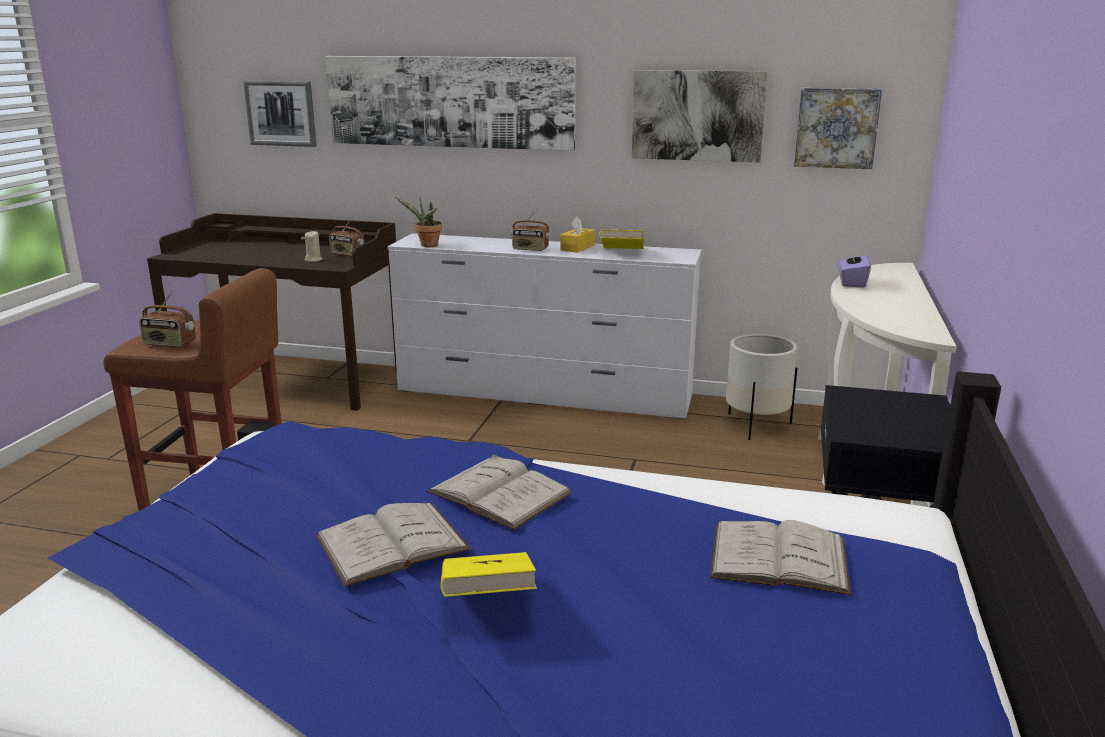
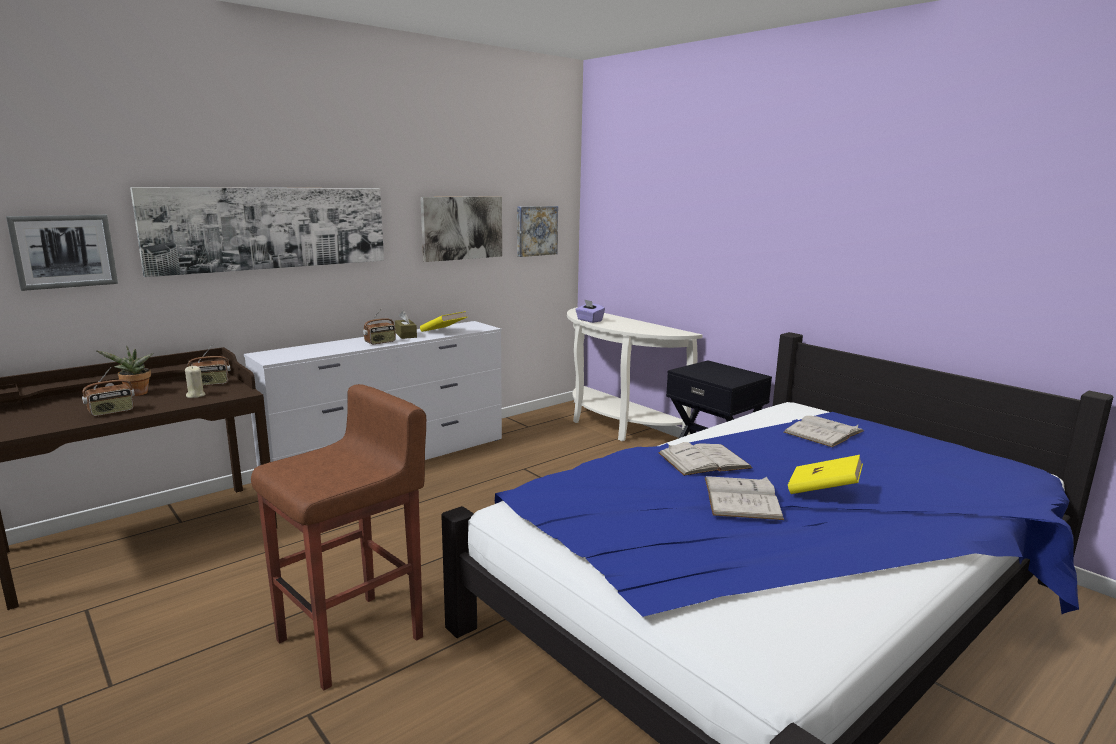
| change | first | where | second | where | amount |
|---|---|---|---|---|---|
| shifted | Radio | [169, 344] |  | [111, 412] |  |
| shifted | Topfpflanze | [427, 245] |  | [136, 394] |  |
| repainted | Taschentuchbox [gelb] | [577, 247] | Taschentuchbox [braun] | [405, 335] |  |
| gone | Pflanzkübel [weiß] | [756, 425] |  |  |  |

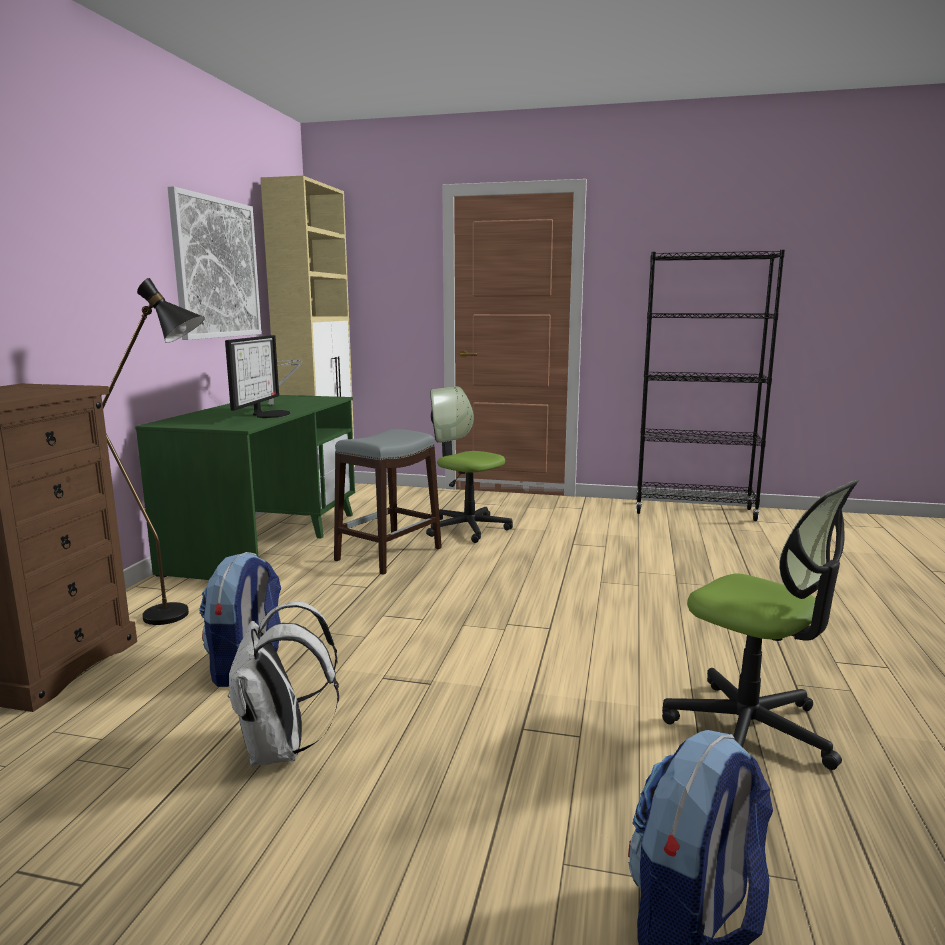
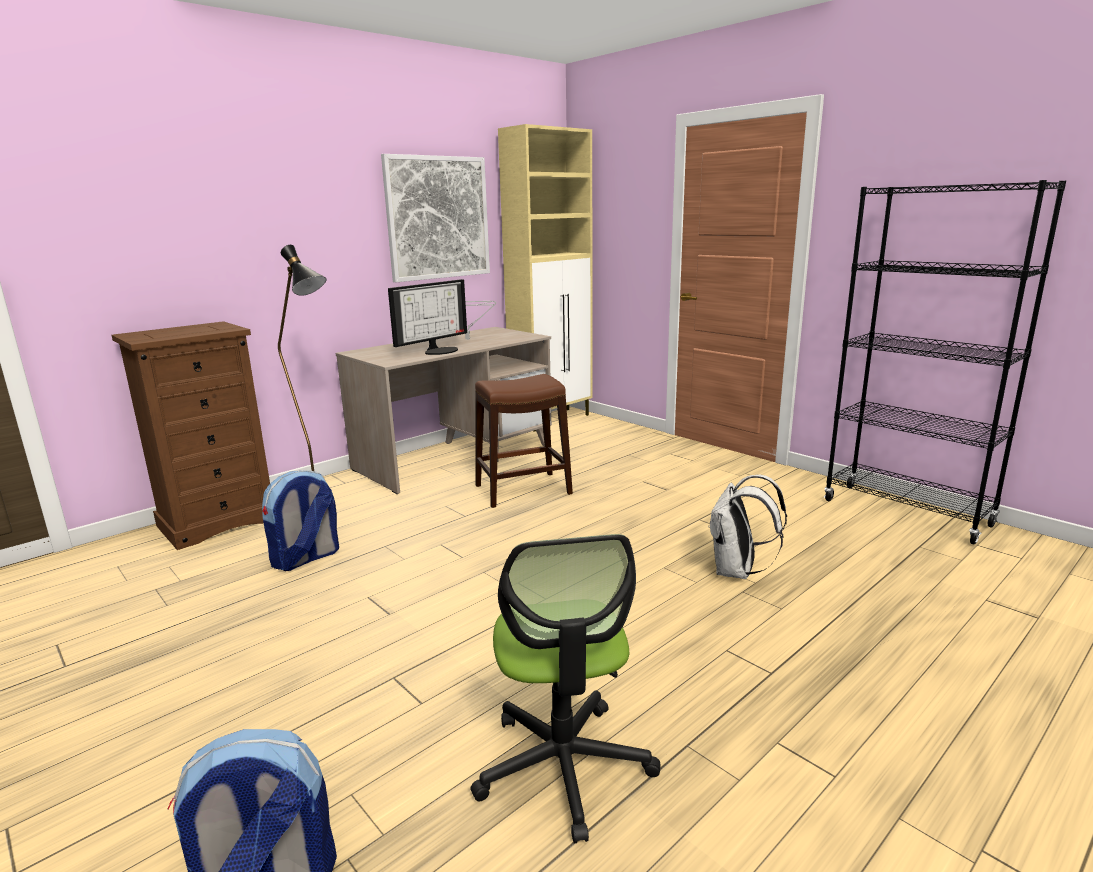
| change | first | where | second | where | amount |
|---|---|---|---|---|---|
| repainted | Schreibtisch [grün] | [267, 540] | Schreibtisch [beige] | [455, 456] |  |
| shifted | Rucksack [weiß] | [281, 750] |  | [737, 571] |  |
| repainted | Hocker [grau] | [389, 554] | Hocker [braun] | [523, 490] |  |
| gone | Bürostuhl | [467, 528] |  |  |  |

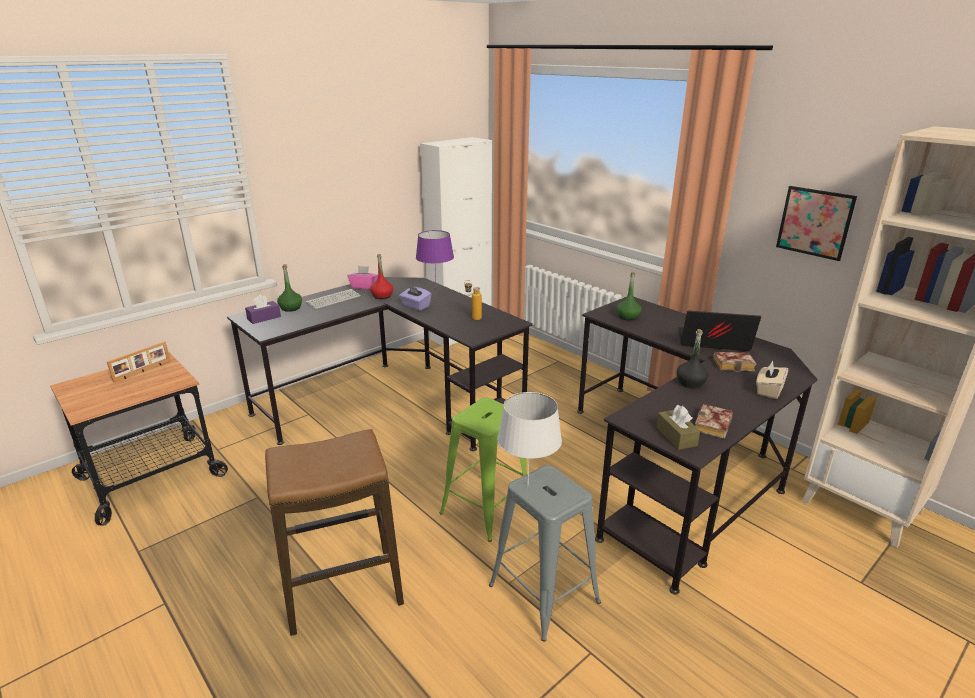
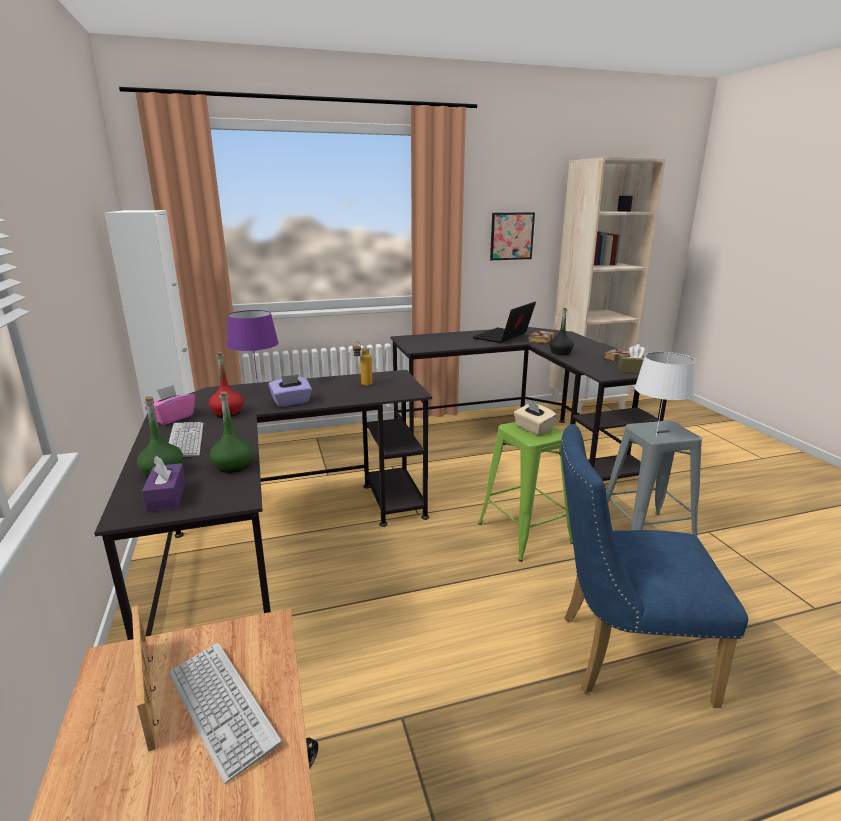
| change | first | where | second | where | amount |
|---|---|---|---|---|---|
| swapped | Hocker | [343, 590] | Stuhl [blau] | [621, 654] |  |
| shifted | Flasche [grün] | [628, 317] |  | [233, 466] |  |
| shifted | Taschentuchbox [beige] | [768, 390] |  | [533, 429] |  |
| new |  |  | Tastatur | [221, 708] |  |

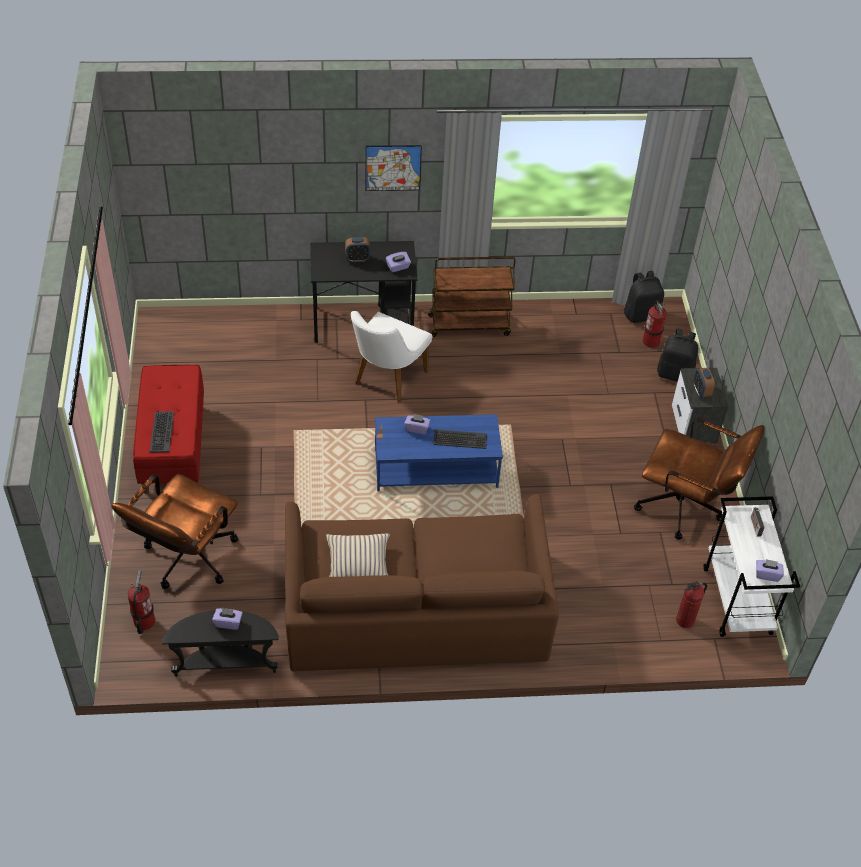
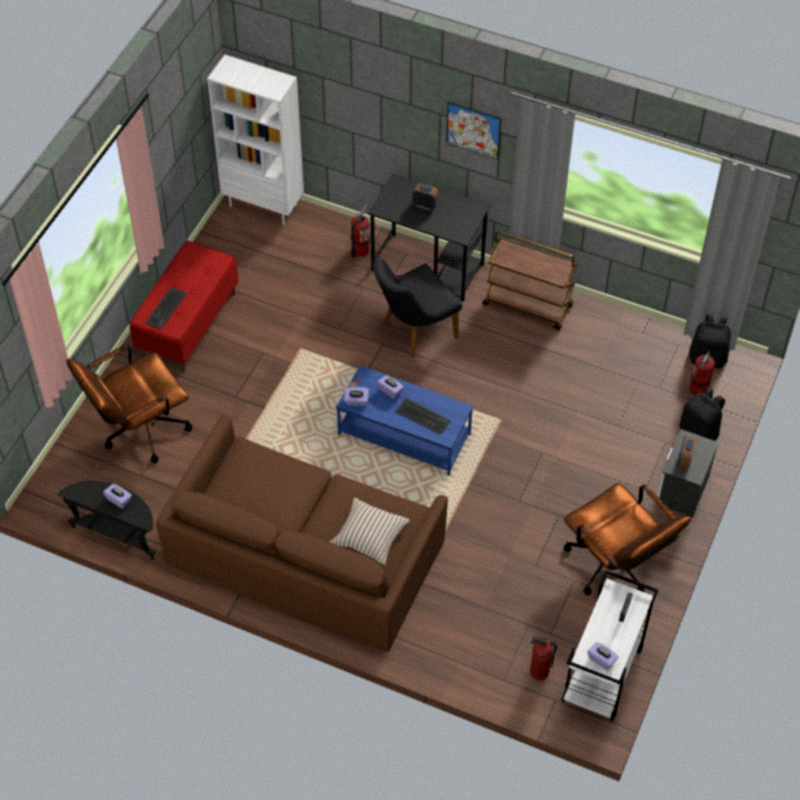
| change | first | where | second | where | amount |
|---|---|---|---|---|---|
| shifted | Feuerlöscher | [144, 621] |  | [360, 250] |  |
| shifted | Kissen [beige] | [358, 564] |  | [369, 536] |  |
| repainted | Stuhl [weiß] | [386, 380] | Stuhl [schwarz] | [413, 332] |  |
| shifted | Taschentuchbox [lila] | [398, 267] |  | [356, 401] |  |
| new |  |  | Bücherregal [weiß] | [264, 205] |  |

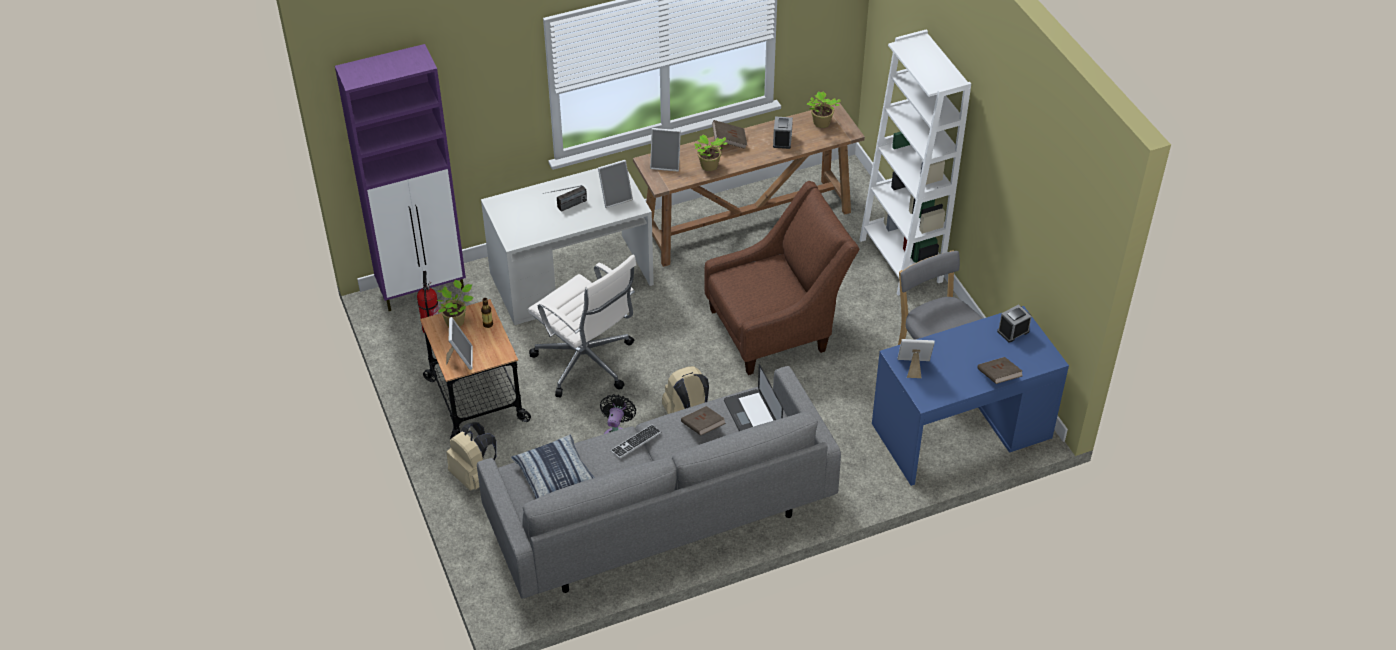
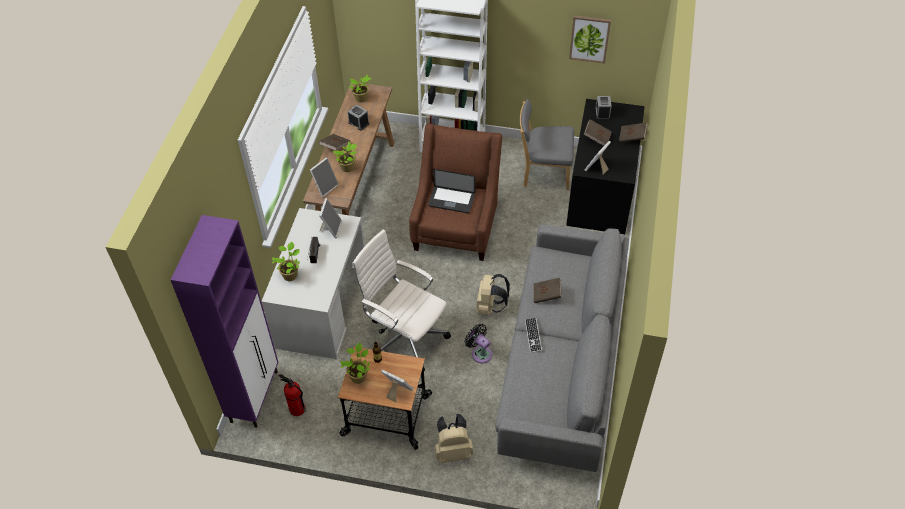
| change | first | where | second | where | amount |
|---|---|---|---|---|---|
| gone | Kissen | [554, 475] |  |  |  |
| rotated | Bürostuhl [weiß] | [586, 363] |  | [405, 337] | 135 degrees counterclockwise |
| shifted | Laptop | [752, 417] |  | [451, 200] |  |
| repainted | Schreibtisch [blau] | [961, 431] | Schreibtisch [schwarz] | [601, 190] |  |
| new |  |  | Topfpflanze | [290, 274] |  |
| new |  |  | Bild | [589, 38] |  |
| new |  |  | Buch [braun] | [597, 137] |  |

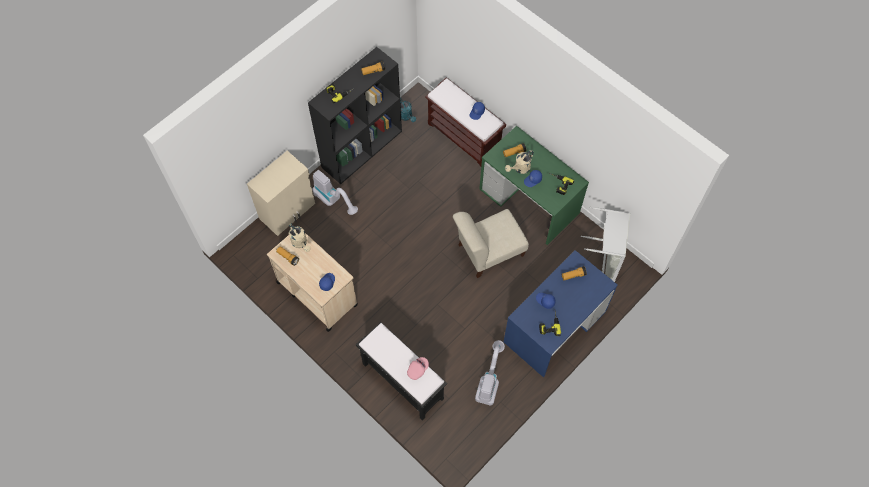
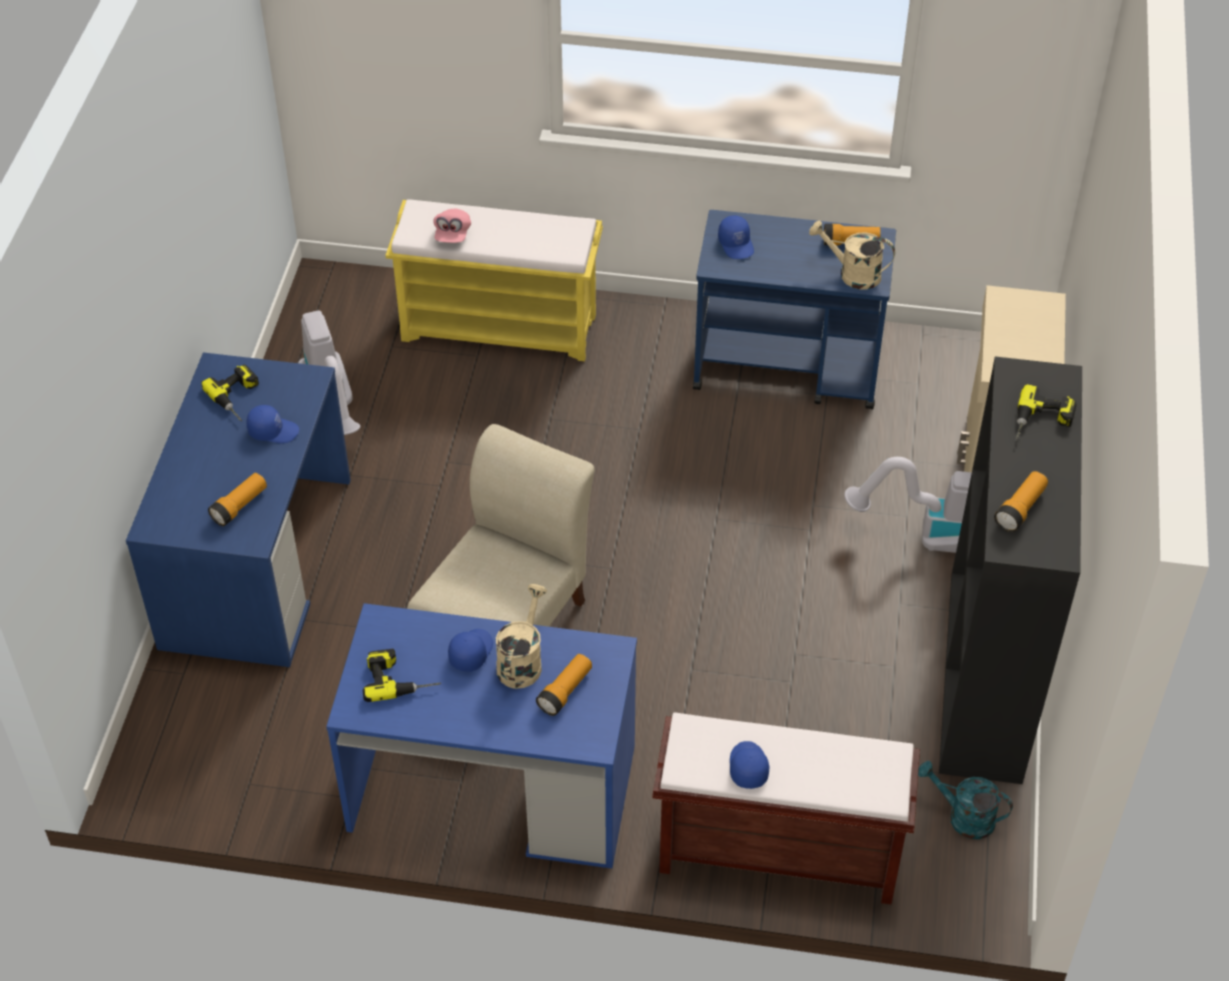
| change | first | where | second | where | amount |
|---|---|---|---|---|---|
| repainted | Rollwagen [beige] | [317, 293] | Rollwagen [blau] | [788, 368] |  |
| repainted | Bank [schwarz] | [402, 381] | Bank [gelb] | [501, 327] |  |
| repainted | Schreibtisch [grün] | [529, 201] | Schreibtisch [blau] | [492, 789] |  |
| gone | Wäschekorb [grau] | [603, 260] |  |  |  |

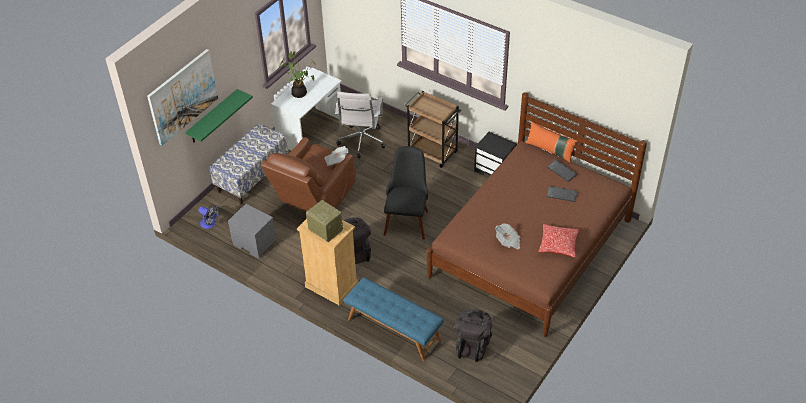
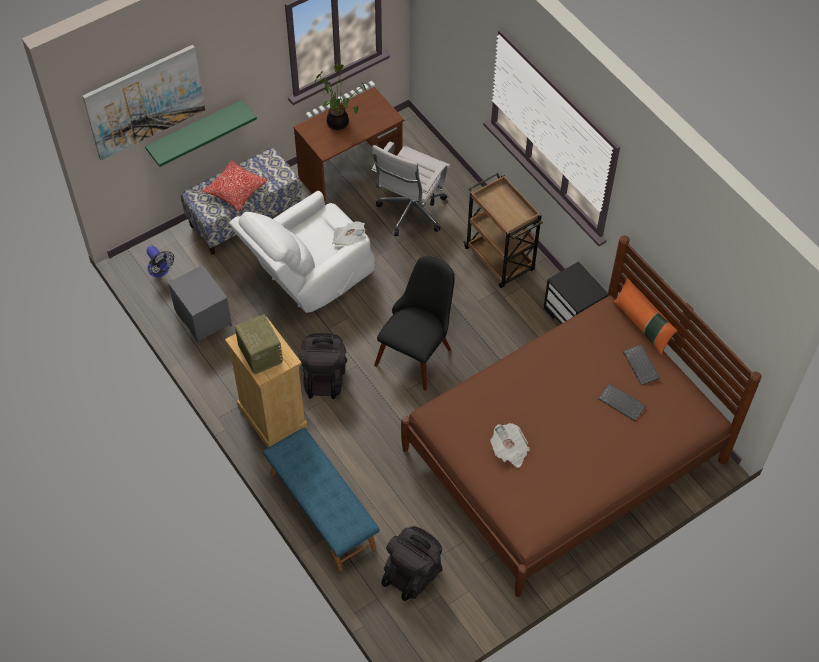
| change | first | where | second | where | amount |
|---|---|---|---|---|---|
| repainted | Sessel [braun] | [313, 198] | Sessel [weiß] | [309, 277] |  |
| repainted | Schreibtisch [weiß] | [311, 131] | Schreibtisch [braun] | [351, 173] |  |
| shifted | Kissen | [558, 245] |  | [235, 191] |  |

